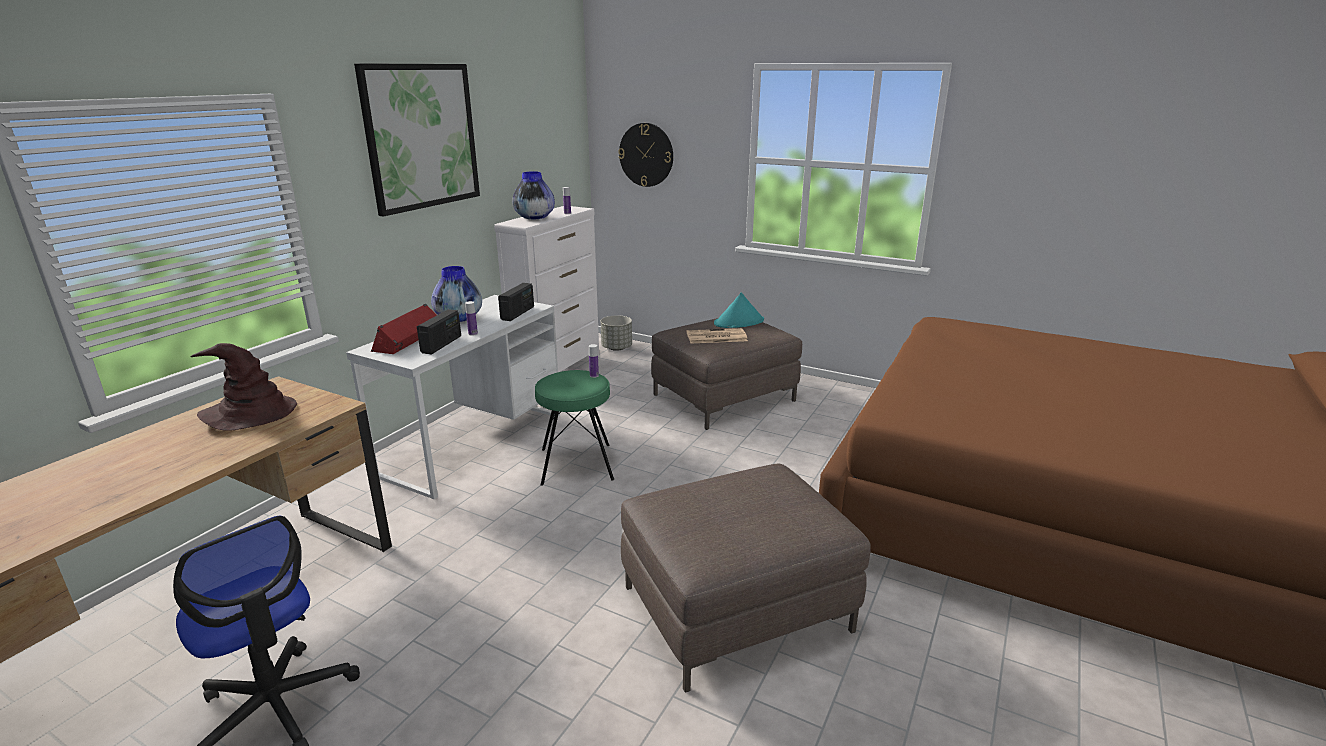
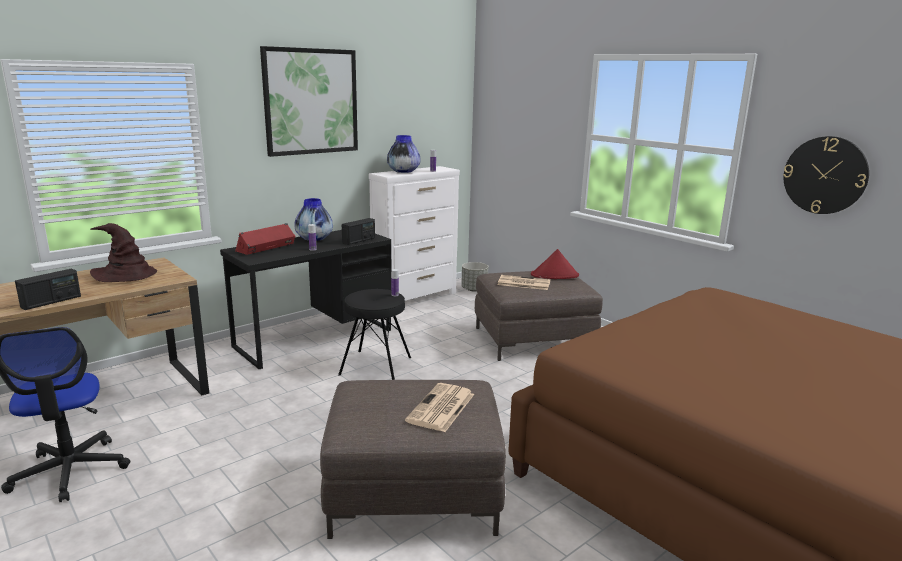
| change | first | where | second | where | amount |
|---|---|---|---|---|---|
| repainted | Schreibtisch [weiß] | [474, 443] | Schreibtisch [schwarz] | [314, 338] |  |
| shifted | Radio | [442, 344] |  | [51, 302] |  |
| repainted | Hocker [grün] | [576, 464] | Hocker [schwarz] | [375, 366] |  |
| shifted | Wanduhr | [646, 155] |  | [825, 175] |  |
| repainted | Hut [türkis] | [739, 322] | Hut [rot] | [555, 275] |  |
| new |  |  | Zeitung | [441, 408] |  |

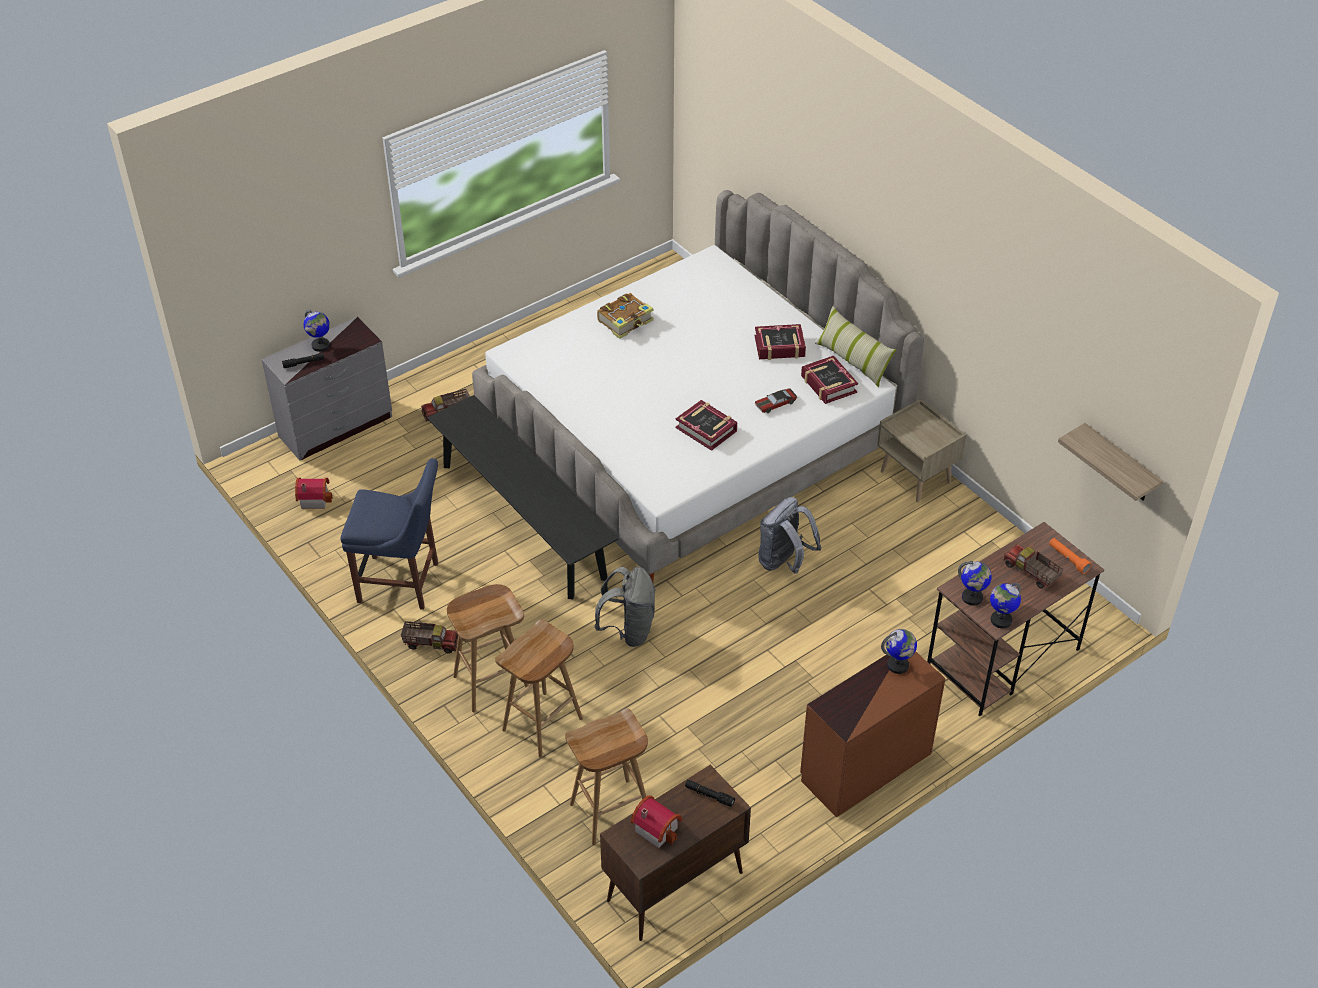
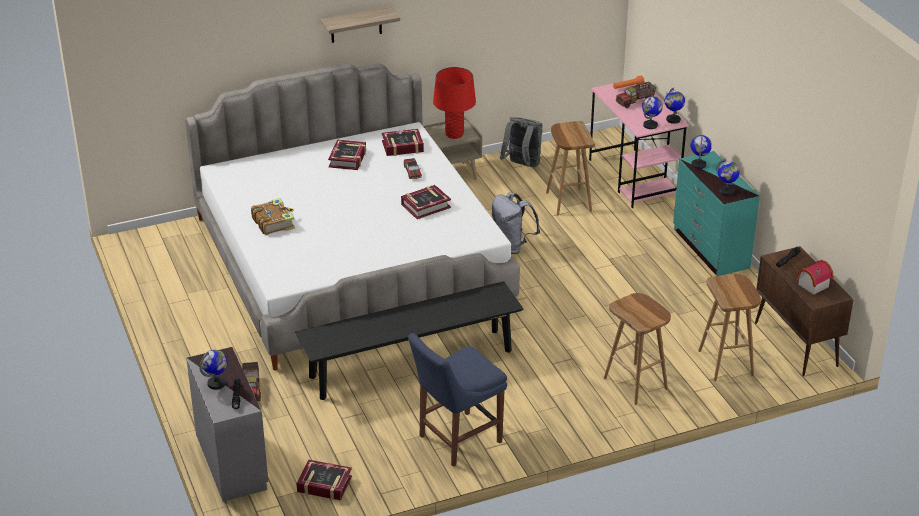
| change | first | where | second | where | amount |
|---|---|---|---|---|---|
| swapped | Spielzeughaus | [314, 498] | Buch | [324, 484] |  |
| rotated | Stuhl [blau] | [402, 583] |  | [456, 440] | 150 degrees counterclockwise |
| gone | Spielzeuglaster | [431, 643] |  |  |  |
| shifted | Hocker [braun] | [492, 682] |  | [568, 201] |  |
| shifted | Rucksack [grau] | [628, 630] |  | [522, 165] |  |
| repainted | Kommode [braun] | [864, 766] | Kommode [türkis] | [710, 249] |  |
| gone | Kissen | [853, 361] |  |  |  |
| repainted | Schreibtisch [braun] | [1002, 659] | Schreibtisch [rosa] | [634, 178] |  |
| shifted | Wandregal | [1119, 465] |  | [356, 25] |  |
| new |  |  | Tischlampe [rot] | [454, 134] |  |
| new |  |  | Globus | [726, 192] |  |

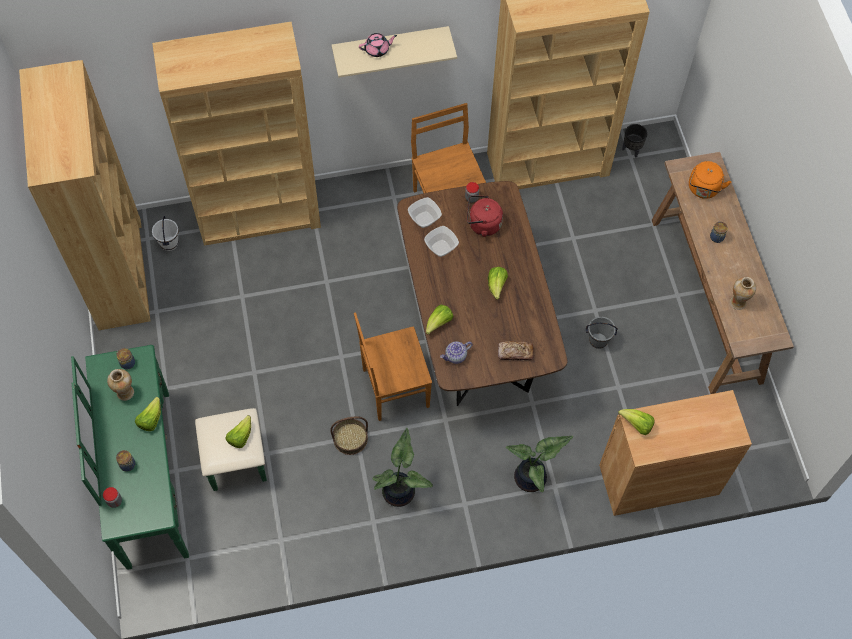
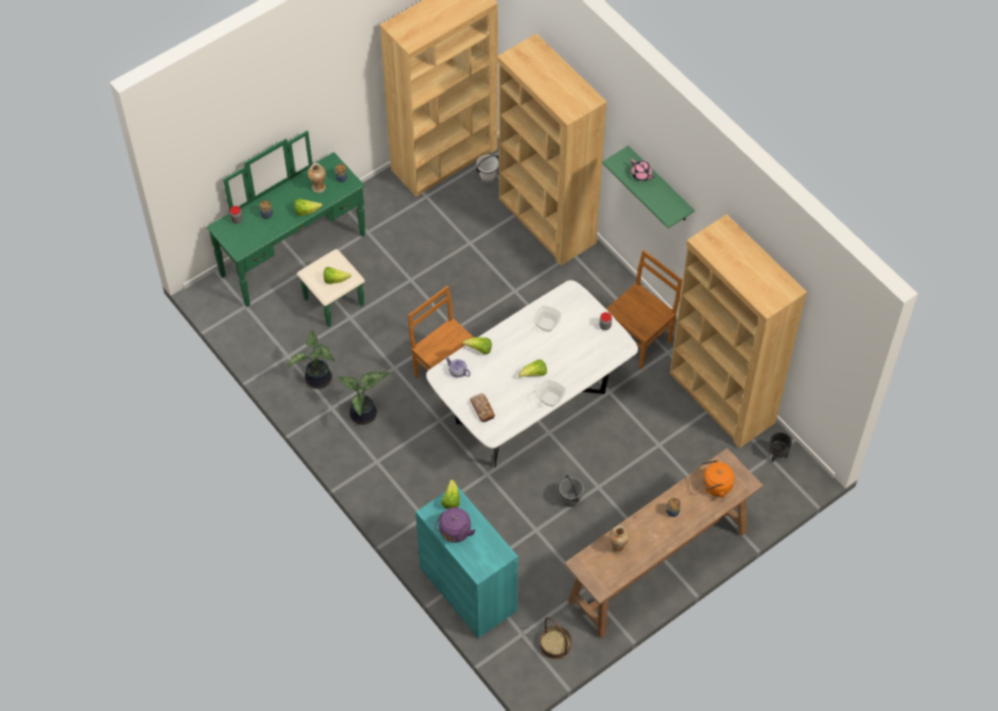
| change | first | where | second | where | amount |
|---|---|---|---|---|---|
| shifted | Korb | [350, 438] |  | [555, 644] |  |
| repainted | Wandregal [beige] | [390, 46] | Wandregal [grün] | [660, 186] |  |
| repainted | Esstisch [braun] | [475, 329] | Esstisch [weiß] | [531, 408] |  |
| shifted | Schüssel | [424, 219] |  | [550, 398] |  |
| gone | Wasserkessel [rot] | [482, 224] |  |  |  |
| shifted | Topfpflanze | [532, 479] |  | [318, 380] |  |
| repainted | Schrank [braun] | [658, 479] | Schrank [türkis] | [468, 589] |  |
| new |  |  | Wasserkessel [lila] | [454, 533] |  |

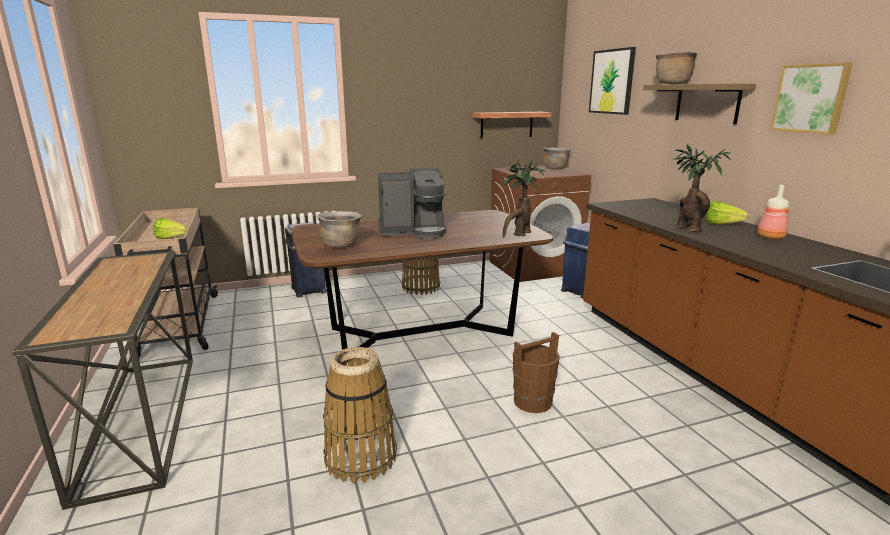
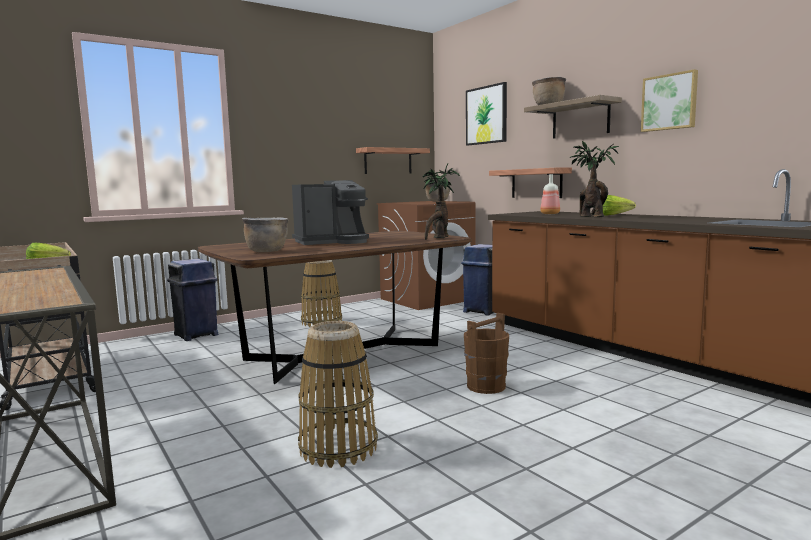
| change | first | where | second | where | amount |
|---|---|---|---|---|---|
| shifted | Flasche | [770, 237] |  | [550, 214] |  |
| new |  |  | Wandregal | [536, 183] |  |

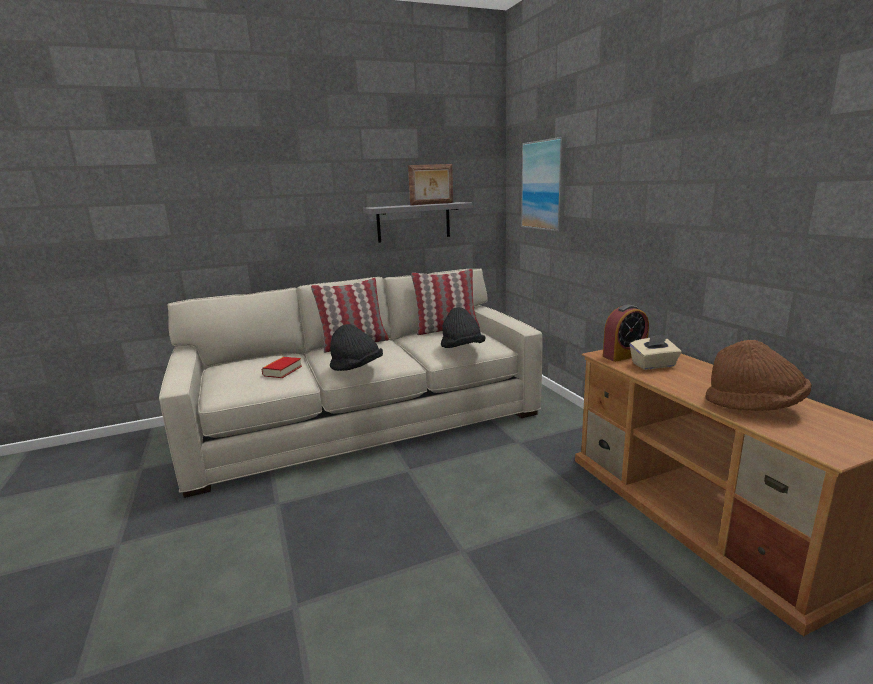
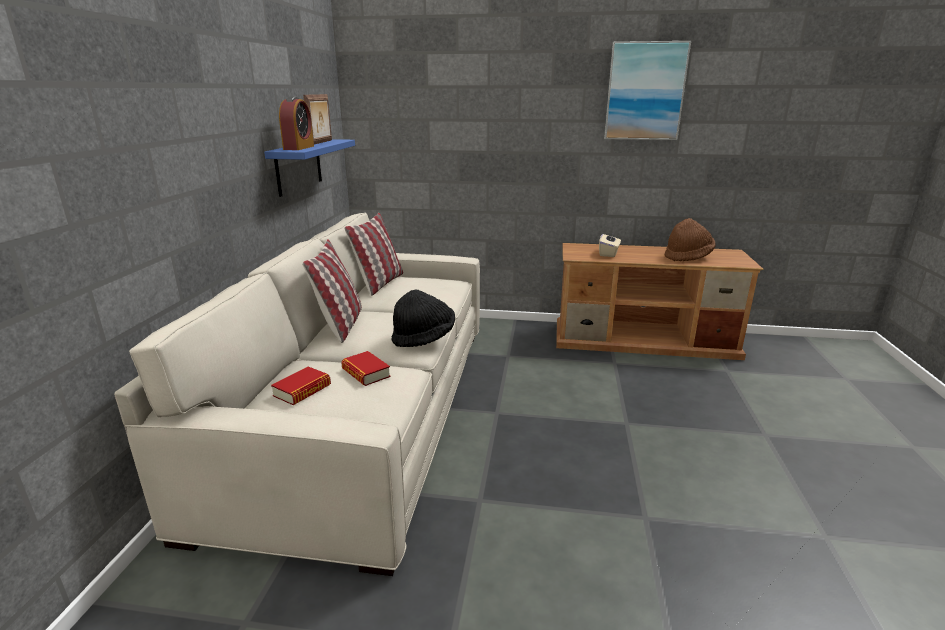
| change | first | where | second | where | amount |
|---|---|---|---|---|---|
| repainted | Wandregal [grau] | [413, 222] | Wandregal [blau] | [298, 166] |  |
| gone | Hut [schwarz] | [462, 349] |  |  |  |
| shifted | Bild | [544, 185] |  | [645, 92] |  |
| shifted | Wecker | [624, 355] |  | [299, 148] |  |
| new |  |  | Buch | [302, 390] |  |

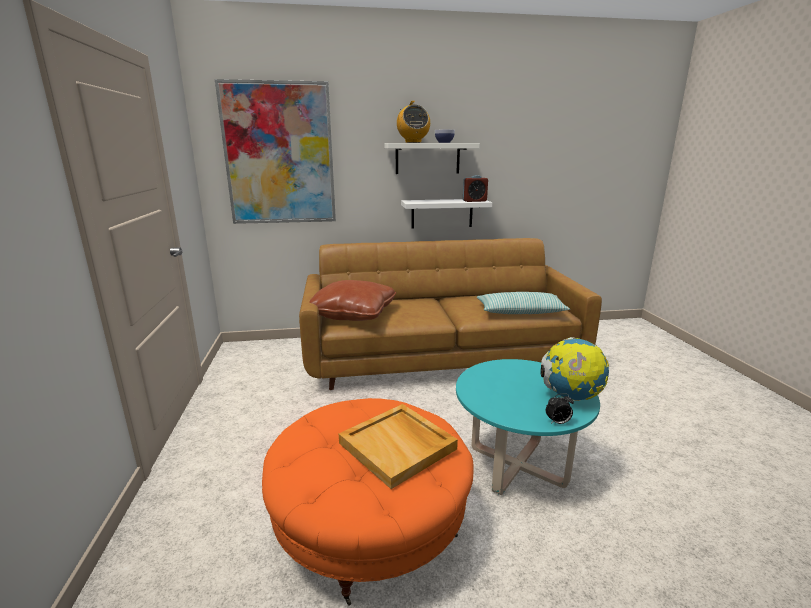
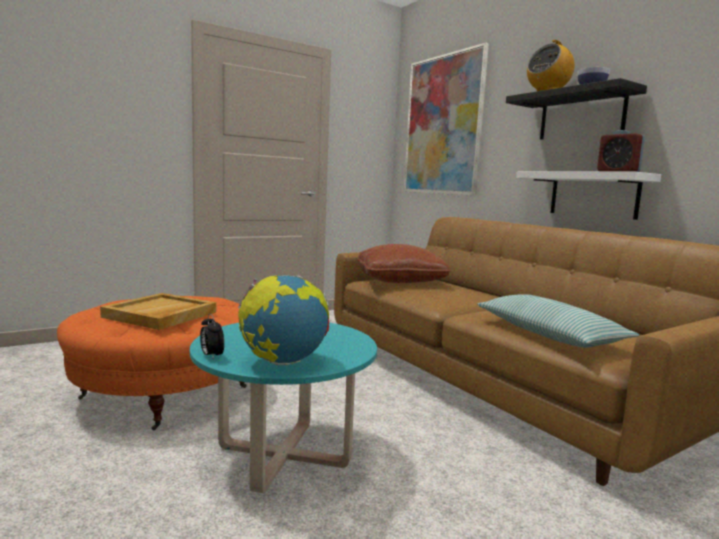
| change | first | where | second | where | amount |
|---|---|---|---|---|---|
| repainted | Wandregal [weiß] | [427, 158] | Wandregal [schwarz] | [581, 115] |  |

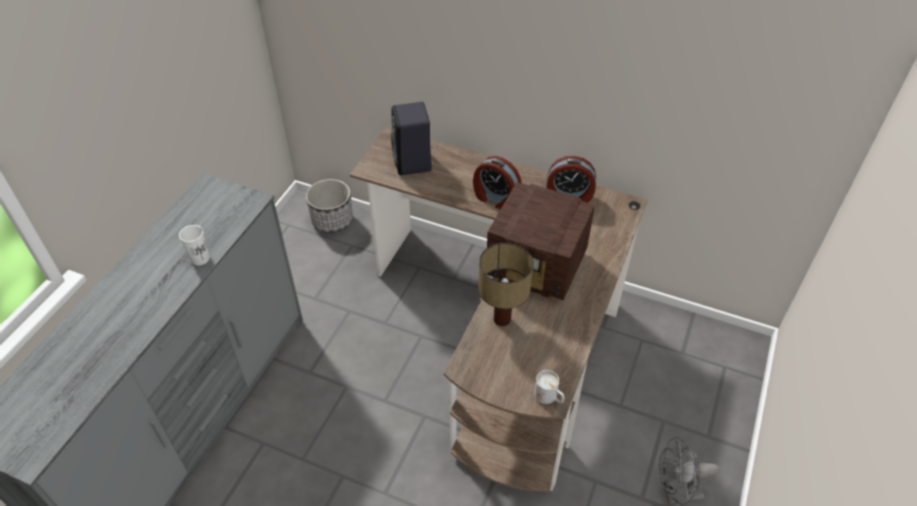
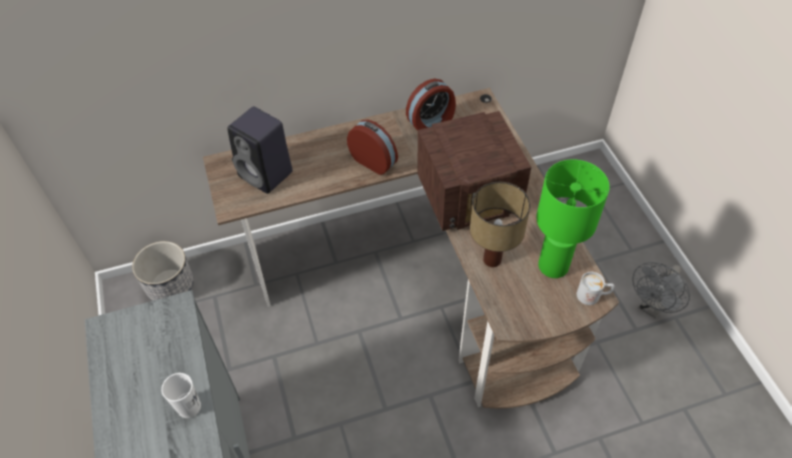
| change | first | where | second | where | amount |
|---|---|---|---|---|---|
| rotated | Wecker | [495, 198] |  | [374, 161] | 135 degrees counterclockwise |
| new |  |  | Tischlampe [grün] | [553, 267] |  |

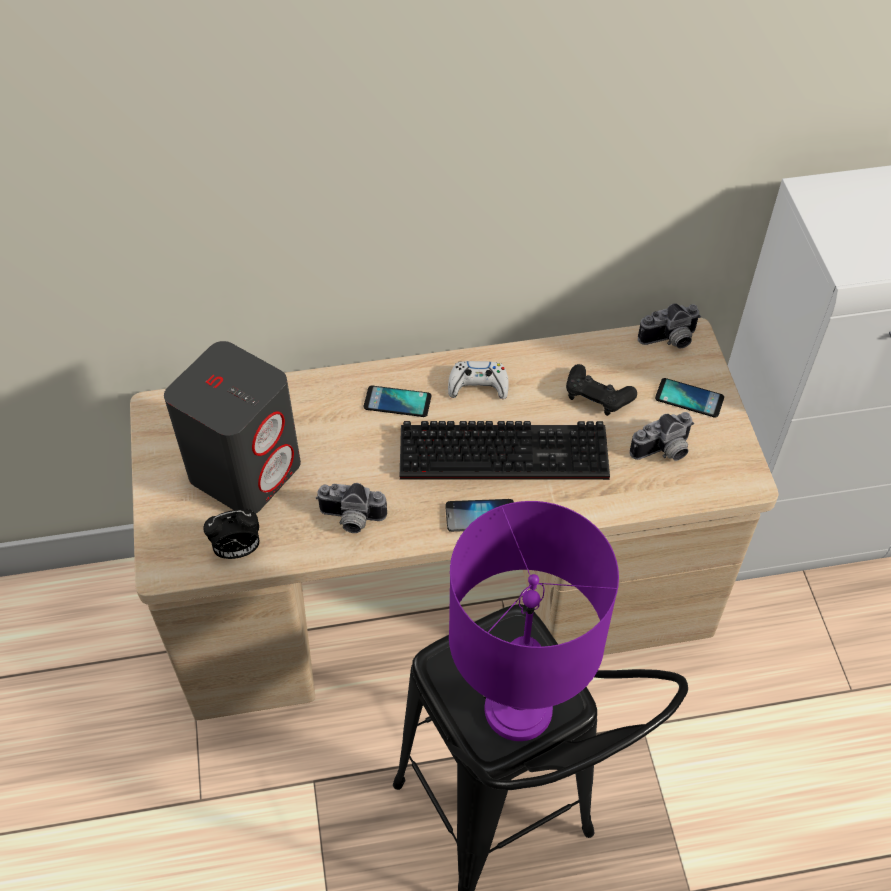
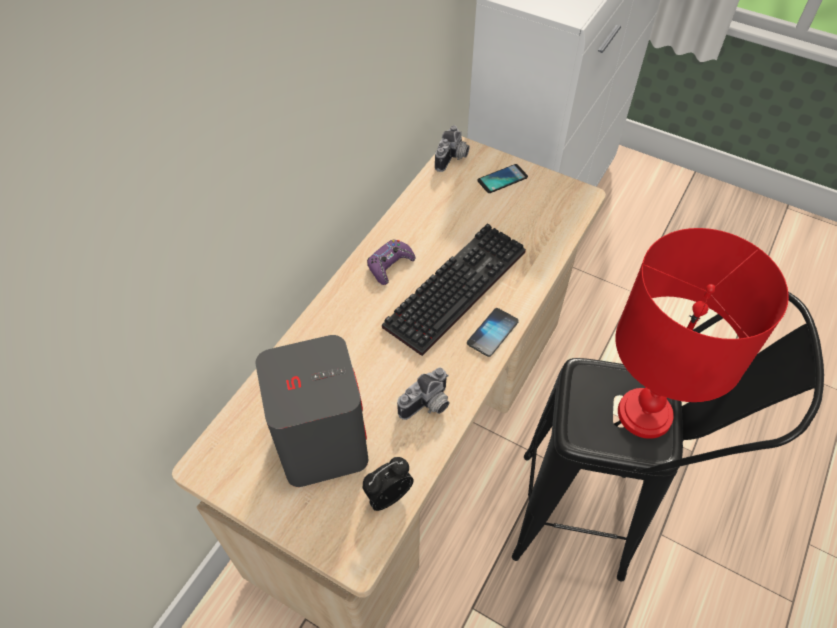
| change | first | where | second | where | amount |
|---|---|---|---|---|---|
| rotated | Wecker | [237, 550] |  | [388, 495] | 150 degrees counterclockwise |
| gone | Handy | [397, 402] |  |  |  |
| repainted | Gamepad [weiß] | [478, 385] | Gamepad [lila] | [390, 265] |  |
| repainted | Tischlampe [lila] | [517, 708] | Tischlampe [rot] | [643, 414] |  |
| gone | Gamepad [schwarz] | [597, 397] |  |  |  |
| gone | Kamera | [664, 452] |  |  |  |

